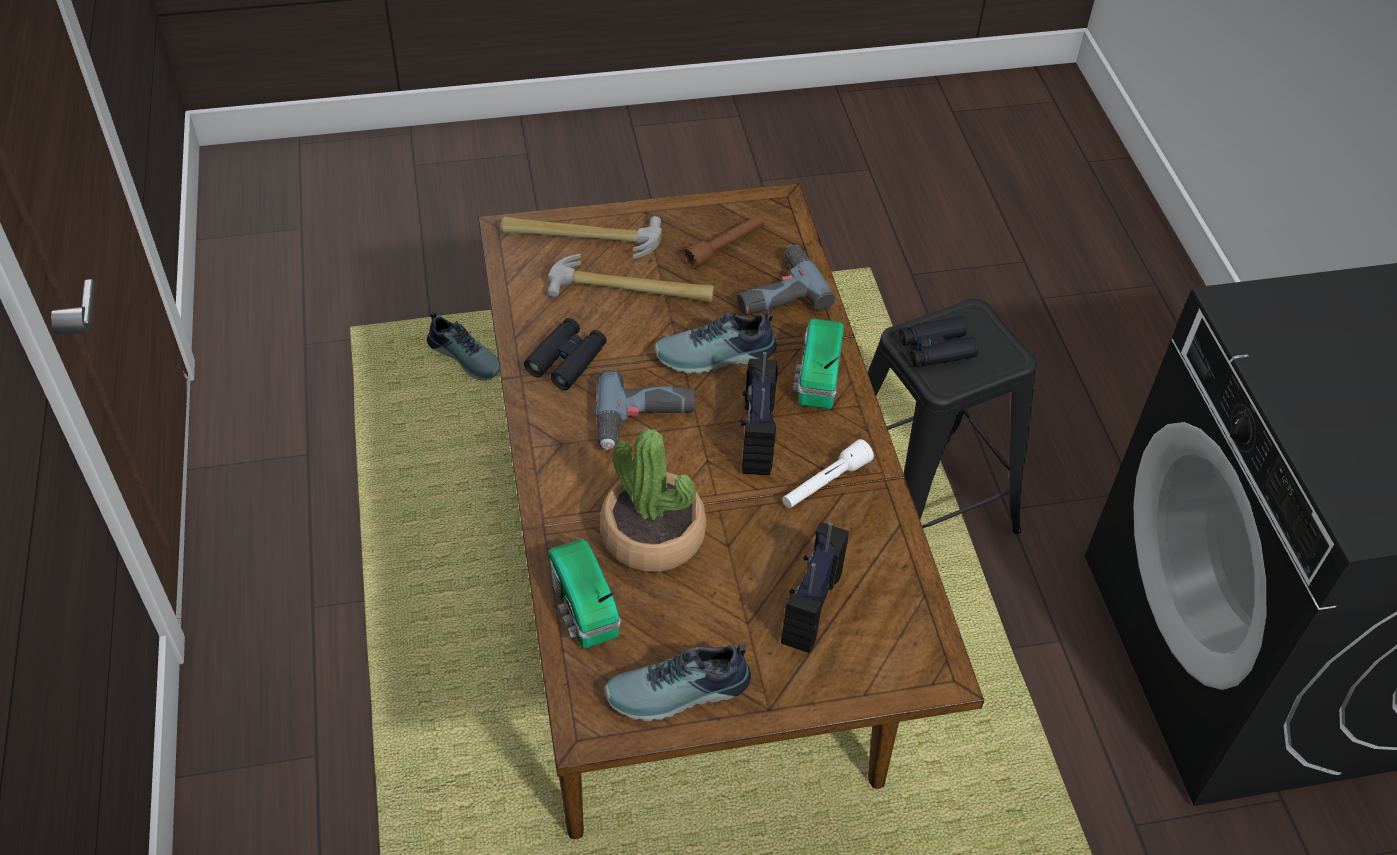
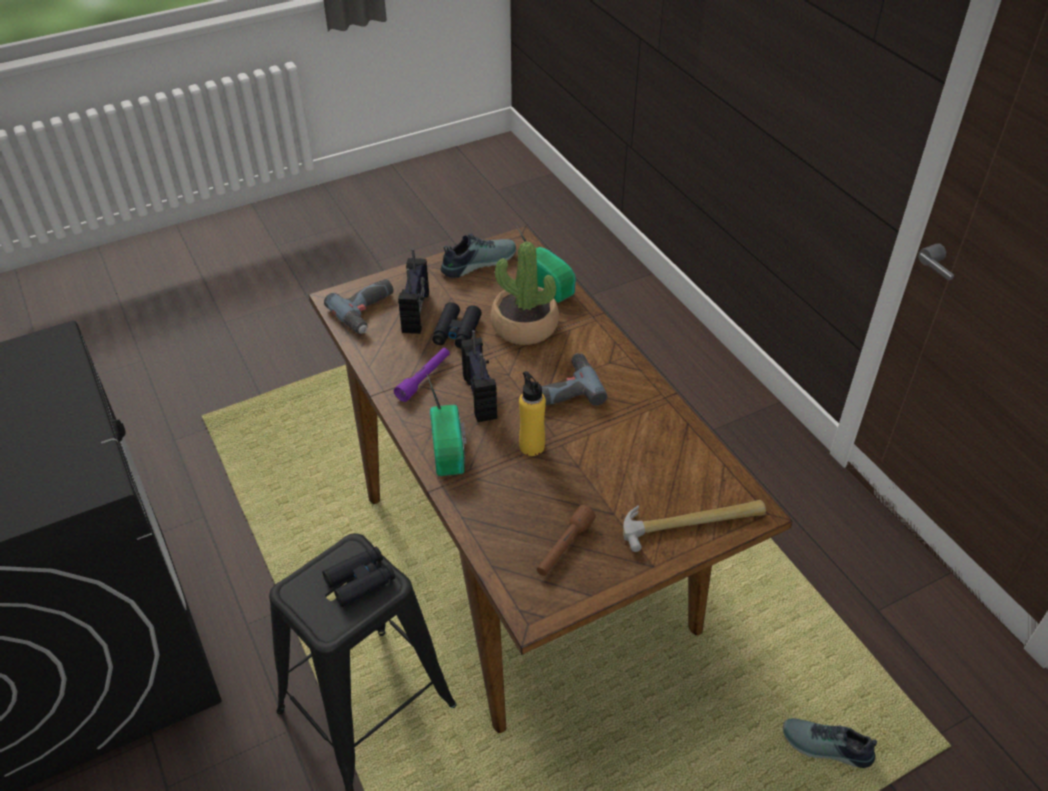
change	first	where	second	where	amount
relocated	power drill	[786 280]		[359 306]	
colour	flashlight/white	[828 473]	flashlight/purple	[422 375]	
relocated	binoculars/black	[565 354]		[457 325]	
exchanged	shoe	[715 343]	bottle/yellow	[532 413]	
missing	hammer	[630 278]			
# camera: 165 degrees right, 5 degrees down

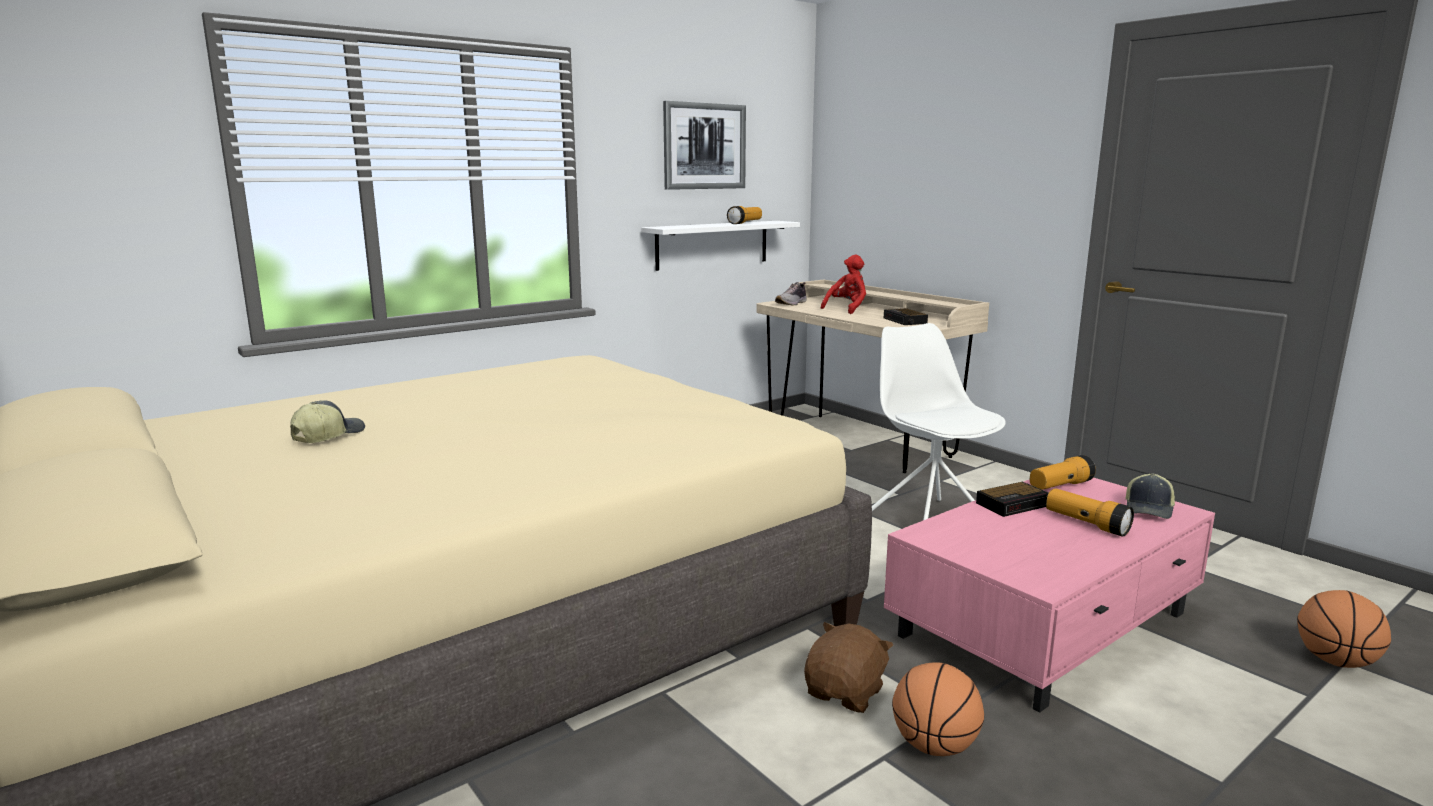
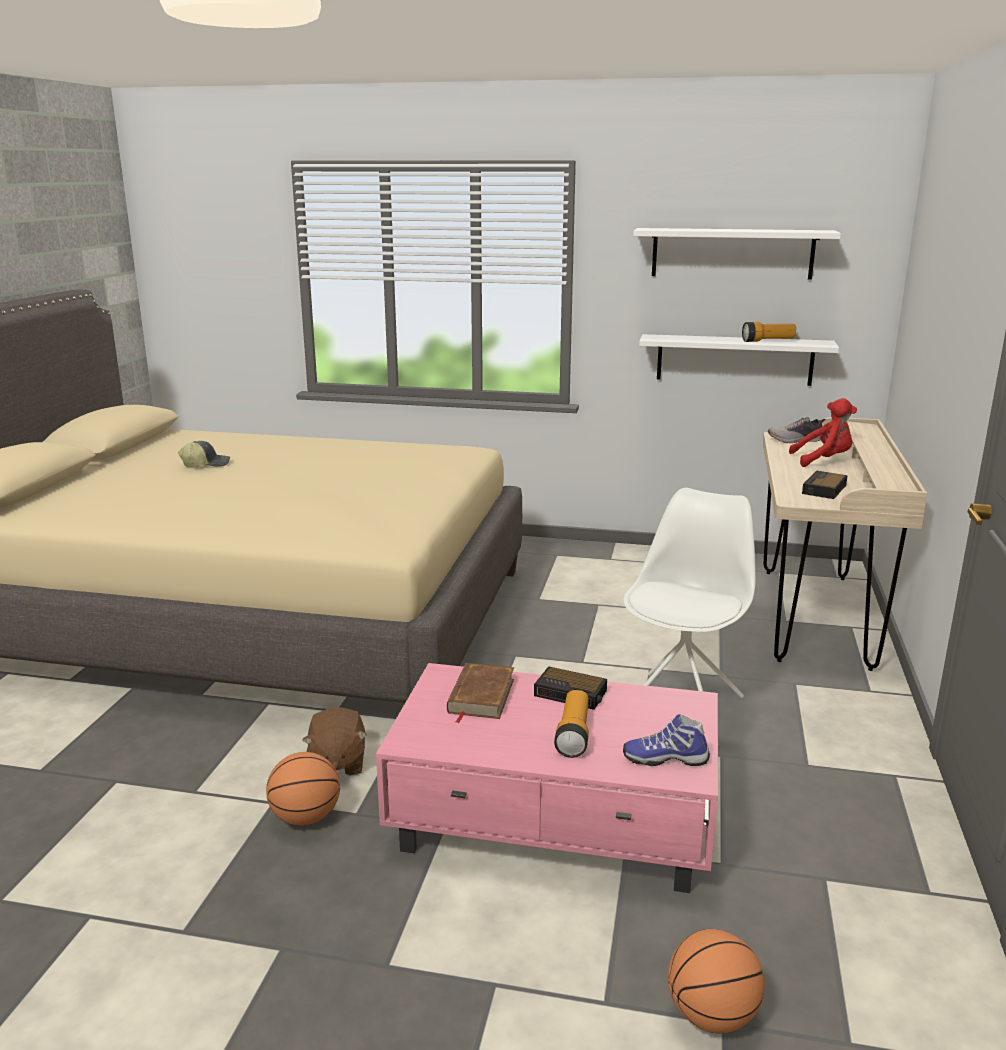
change	first	where	second	where	amount
spun	plush toy/brown	[848 667]		[334 741]	90 degrees clockwise
appeared			book/brown	[480 693]	
exchanged	cap	[1150 496]	shoe	[666 740]	
exchanged	picture	[704 145]	shelf/white	[737 254]	
missing	flashlight	[1063 472]			
# camera: 50 degrees right, 5 degrees up

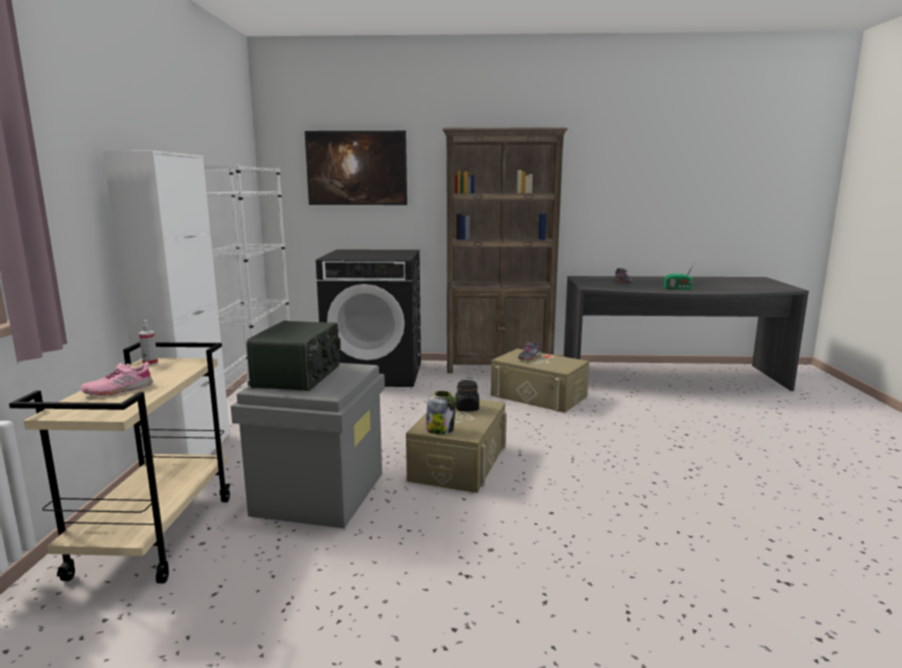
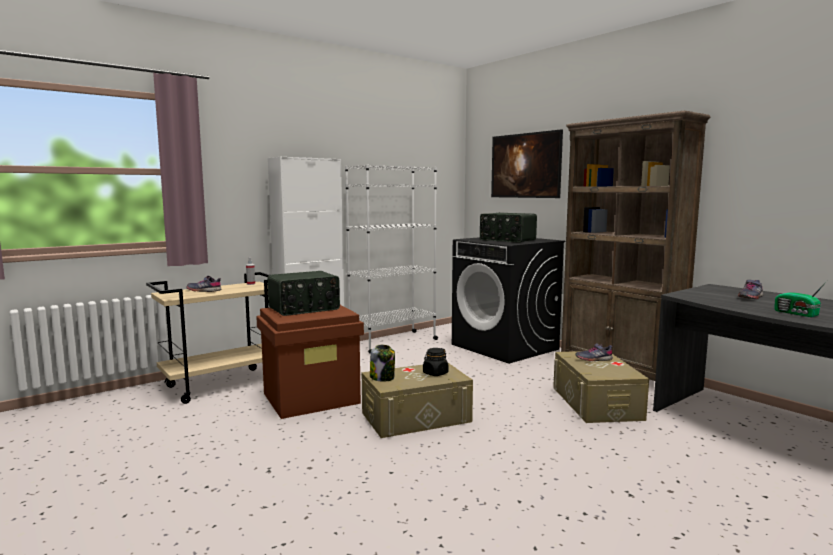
change	first	where	second	where	amount
colour	shoe/pink	[117 379]	shoe/grey	[204 284]	
colour	storage box/grey	[308 446]	storage box/brown	[310 362]	
appeared			radio	[508 228]	
# camera: 50 degrees right, 5 degrees down

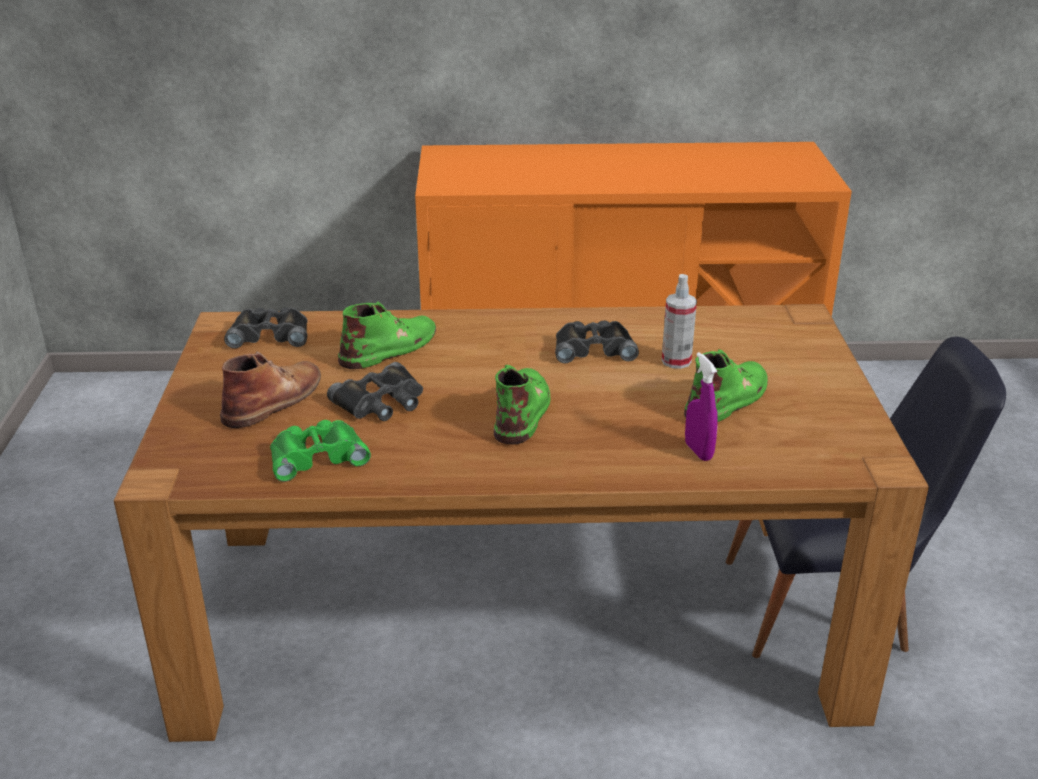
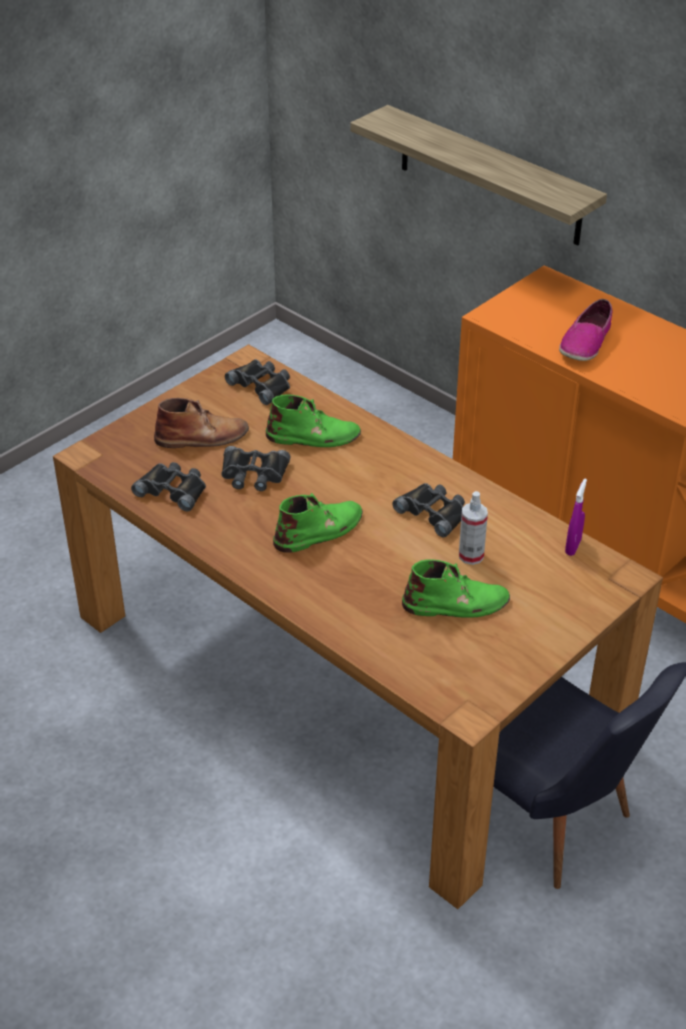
change	first	where	second	where	amount
colour	binoculars/green	[320 451]	binoculars/black	[168 487]	
appeared			shelf	[478 175]	
appeared			shoe	[586 330]	
relocated	spray bottle/purple	[701 406]		[576 517]	
# camera: 45 degrees right, 10 degrees up

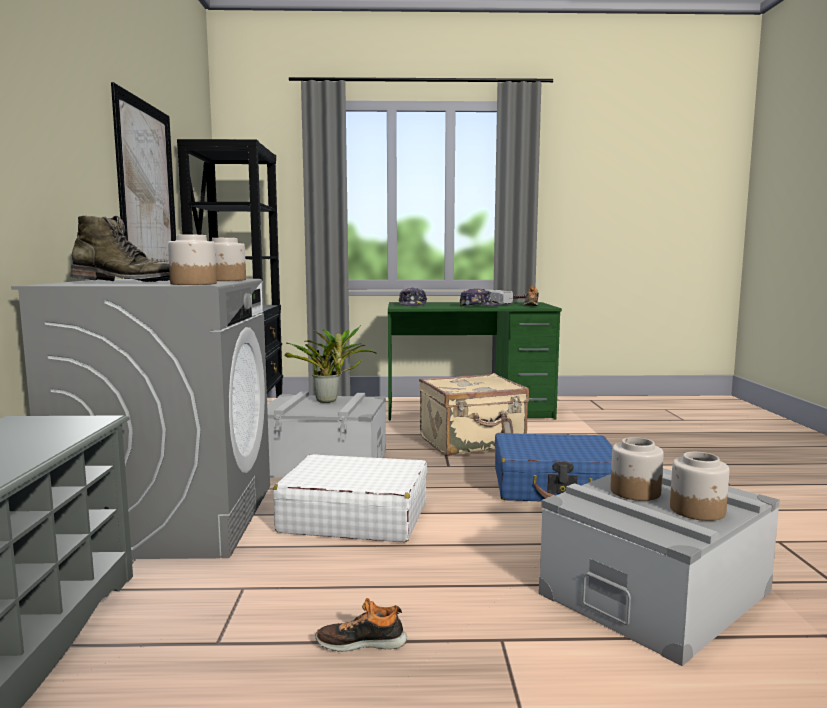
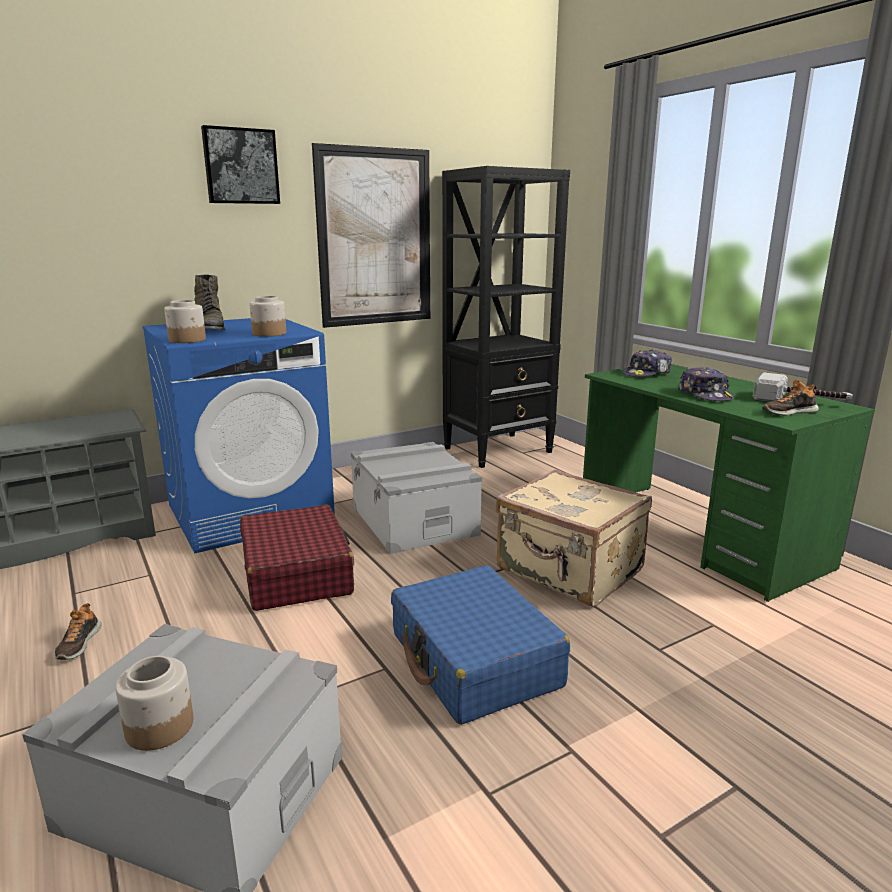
change	first	where	second	where	amount
spun	shoe	[361 625]		[78 631]	150 degrees counterclockwise
colour	washing machine/grey	[140 419]	washing machine/blue	[238 435]	
appeared			picture	[240 164]	
colour	suitcase/white	[350 498]	suitcase/red	[297 558]	
missing	potted plant	[331 364]			
missing	jar	[637 469]			
# camera: 60 degrees right, 10 degrees up

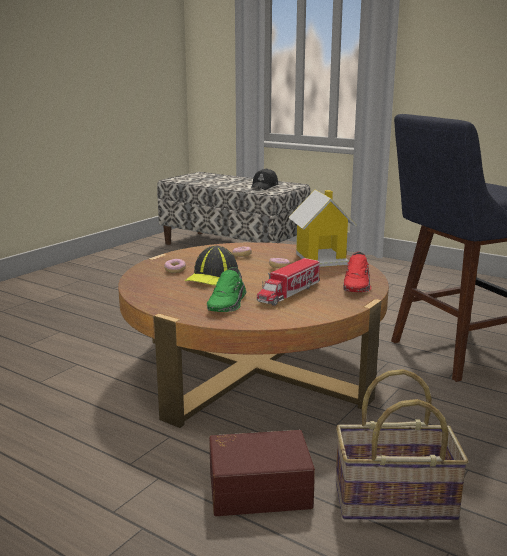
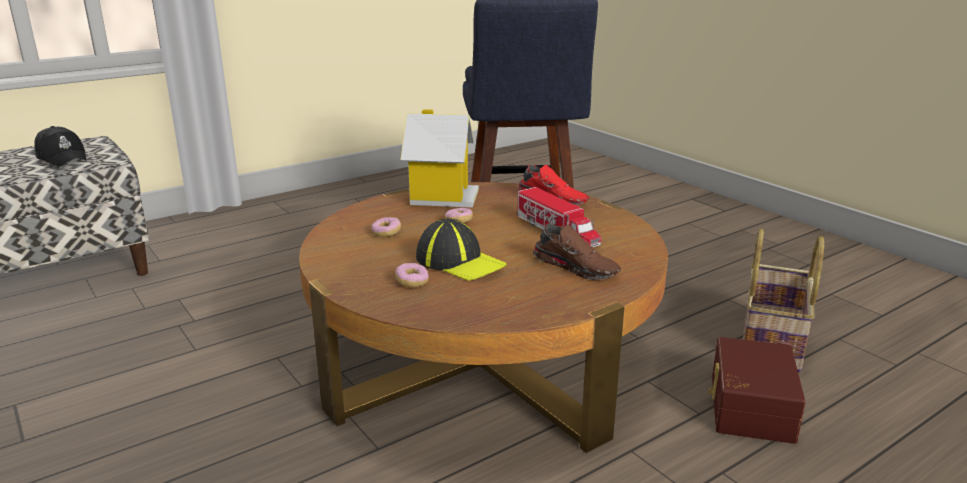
change	first	where	second	where	amount
colour	shoe/green	[226 289]	shoe/brown	[577 251]	
# camera: 70 degrees left, 5 degrees up

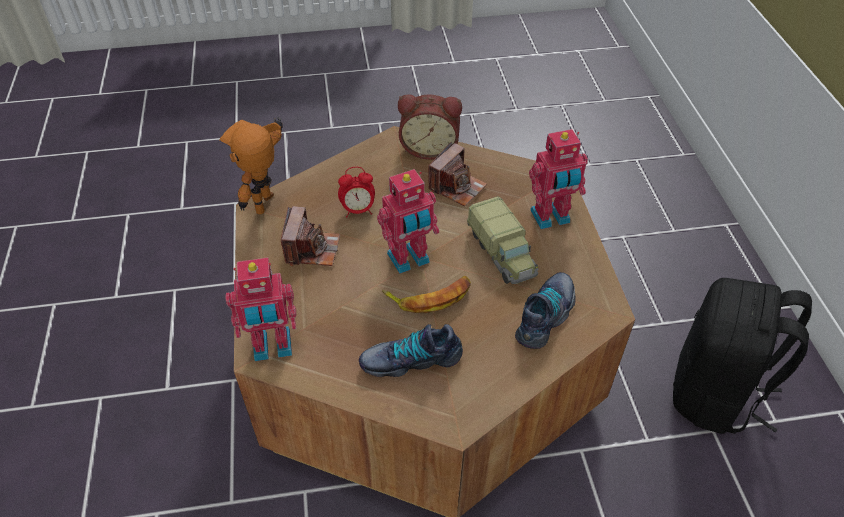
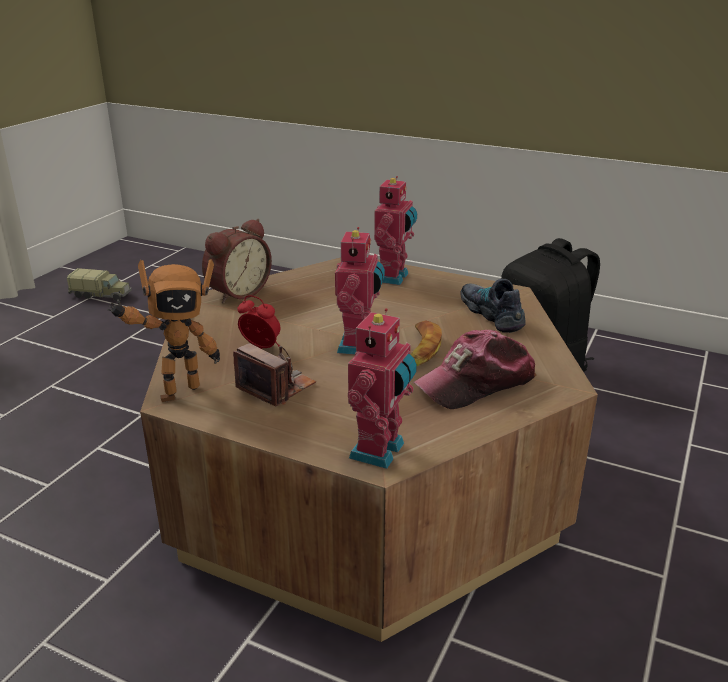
change	first	where	second	where	amount
relocated	toy truck	[503 240]		[99 284]	
spun	toy robot	[251 165]		[163 330]	90 degrees counterclockwise
spun	alarm clock	[356 192]		[259 322]	90 degrees counterclockwise
exchanged	shoe	[411 350]	cap	[474 369]	
missing	photo camera	[457 174]			
# camera: 55 degrees left, 20 degrees down

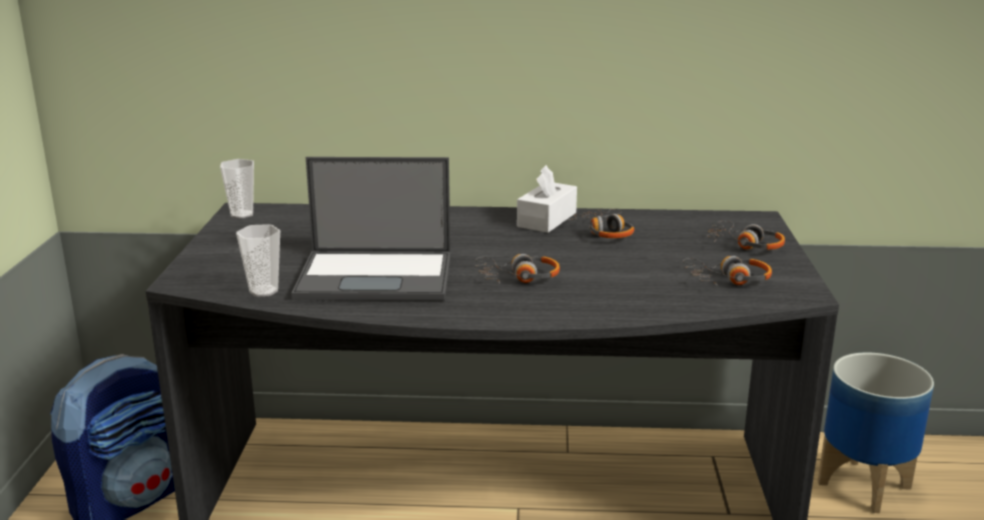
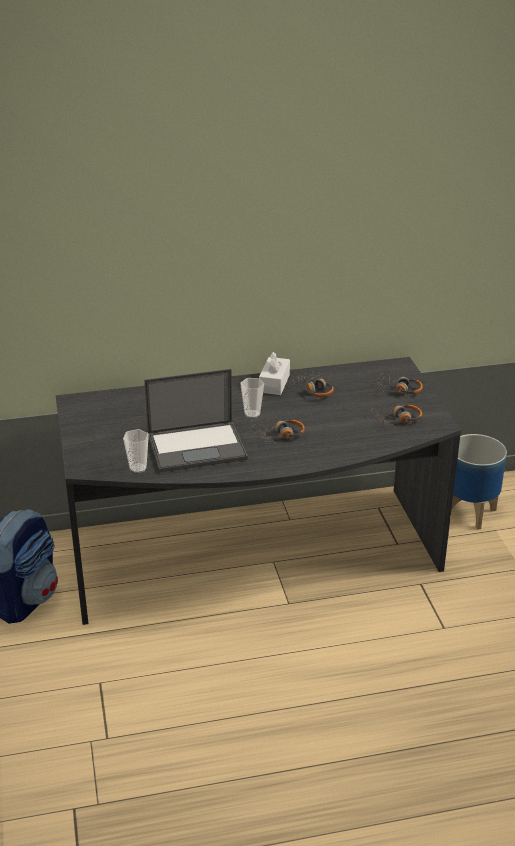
change	first	where	second	where	amount
relocated	cup	[237 189]		[252 398]	
# camera: 15 degrees left, 10 degrees up

